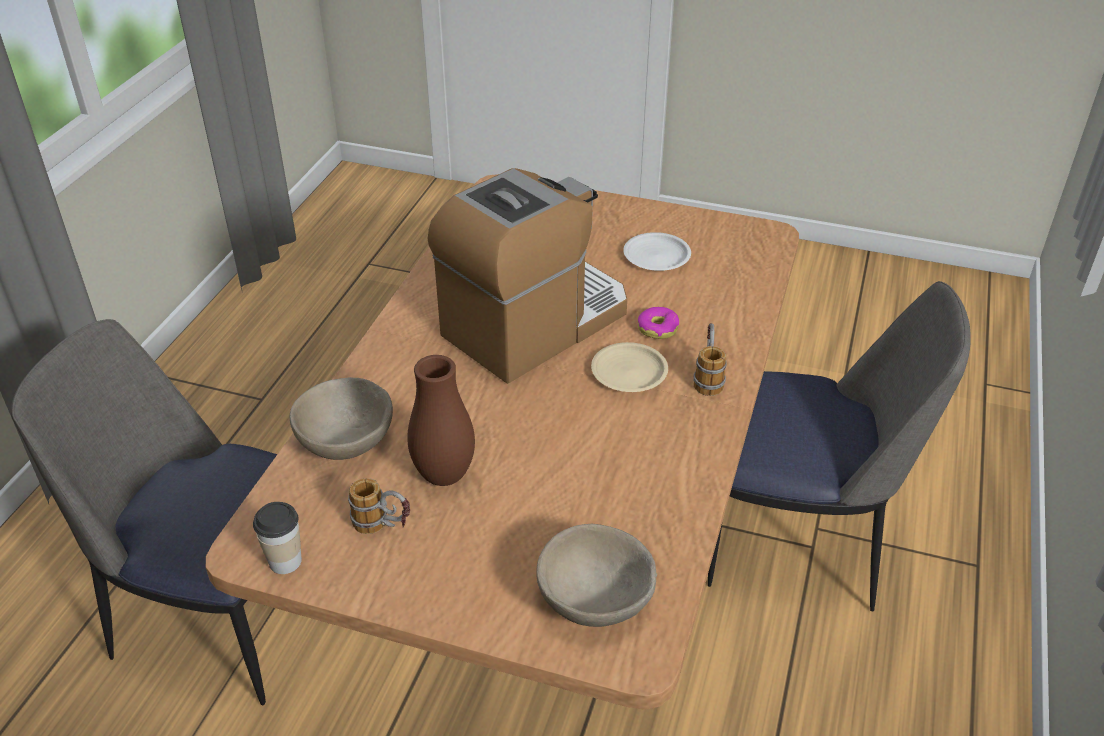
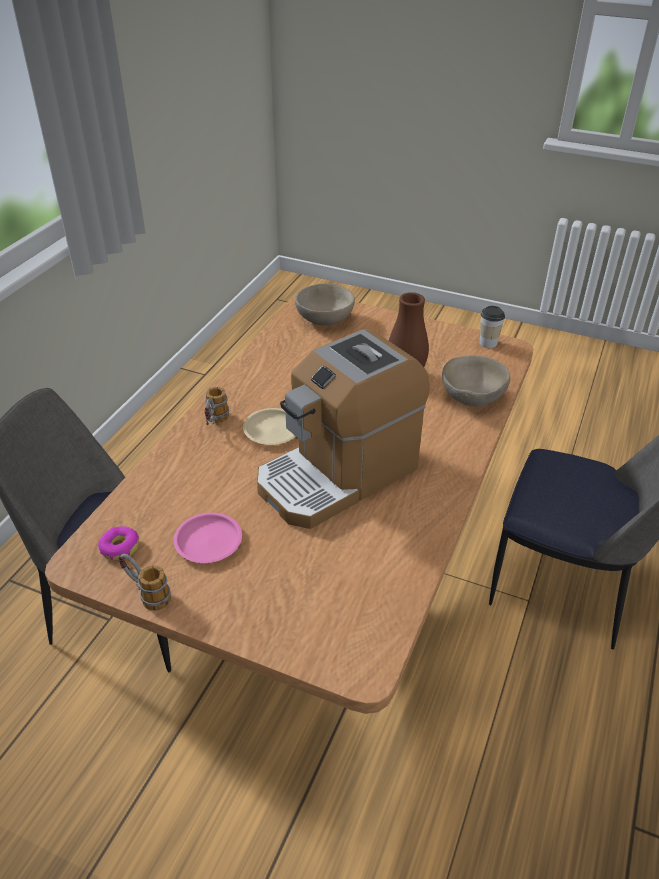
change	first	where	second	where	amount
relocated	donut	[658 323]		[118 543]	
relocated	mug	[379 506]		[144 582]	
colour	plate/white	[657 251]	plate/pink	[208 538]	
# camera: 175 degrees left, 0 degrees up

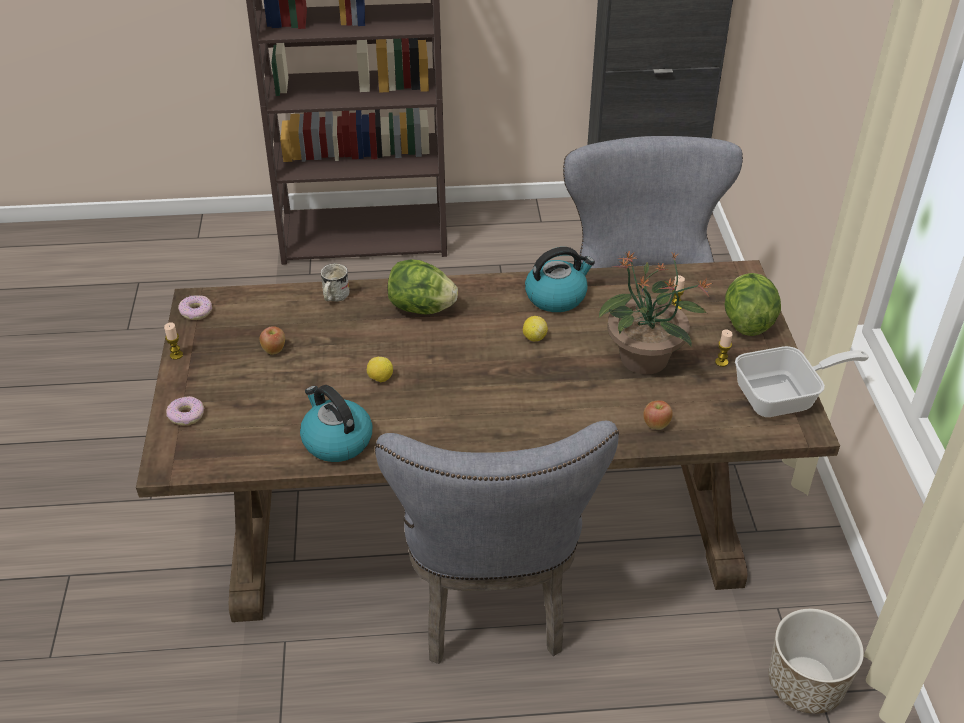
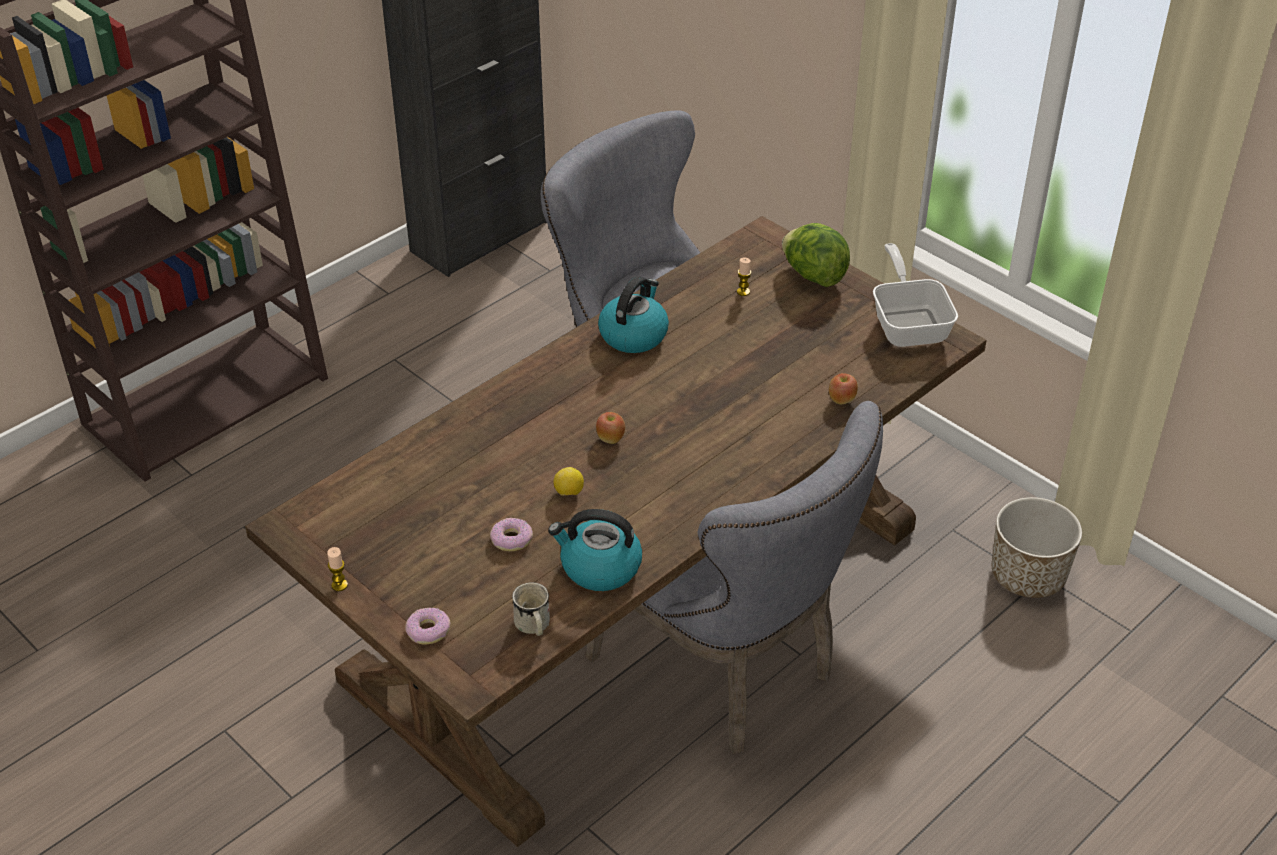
change	first	where	second	where	amount
relocated	donut	[195 307]		[511 534]	
relocated	mug/white	[335 283]		[531 609]	
relocated	apple	[272 340]		[610 428]	
spun	frying pan	[802 381]		[915 295]	45 degrees counterclockwise
missing	lettuce	[422 287]			
missing	lemon	[535 328]			
missing	potted plant	[656 312]			
missing	candle	[724 348]			
# camera: 40 degrees left, 0 degrees up

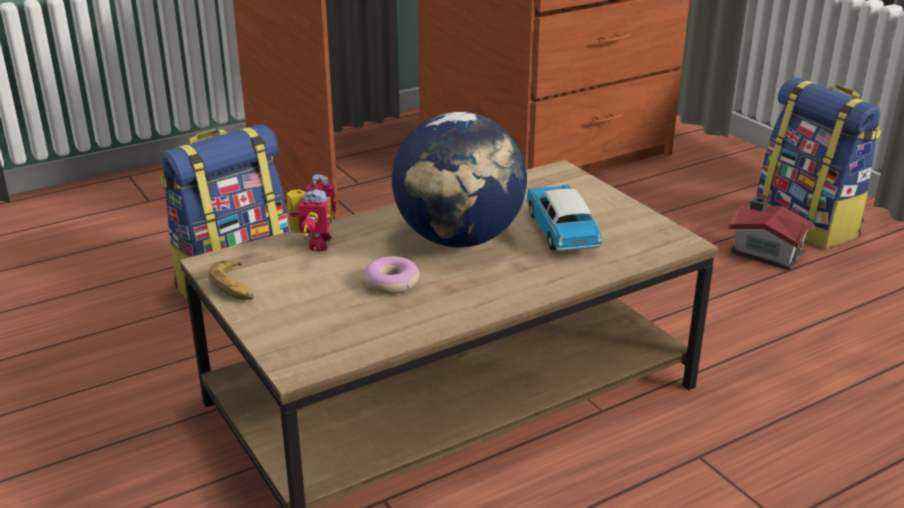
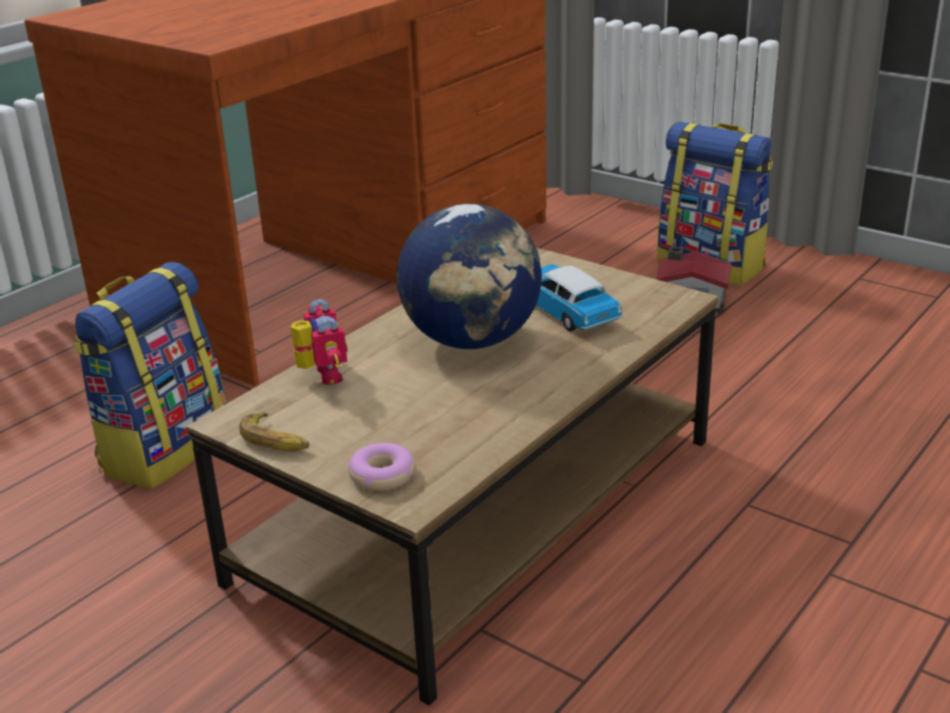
change	first	where	second	where	amount
relocated	donut	[391 275]		[381 467]	
# camera: 20 degrees left, 0 degrees up

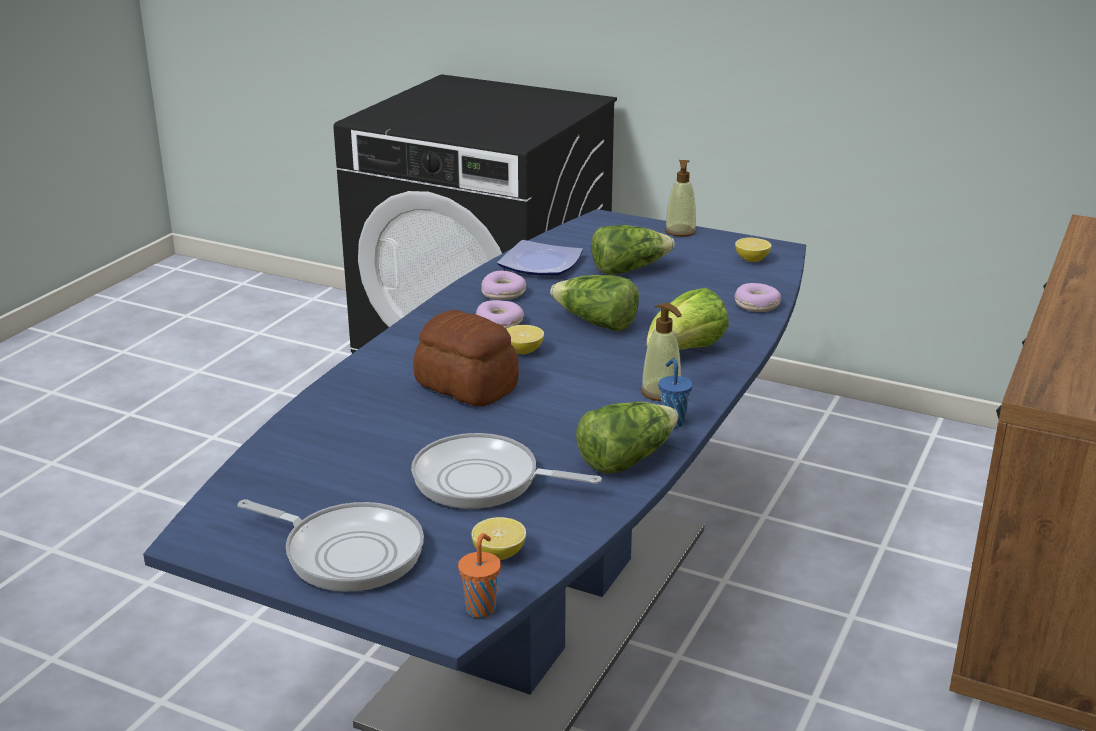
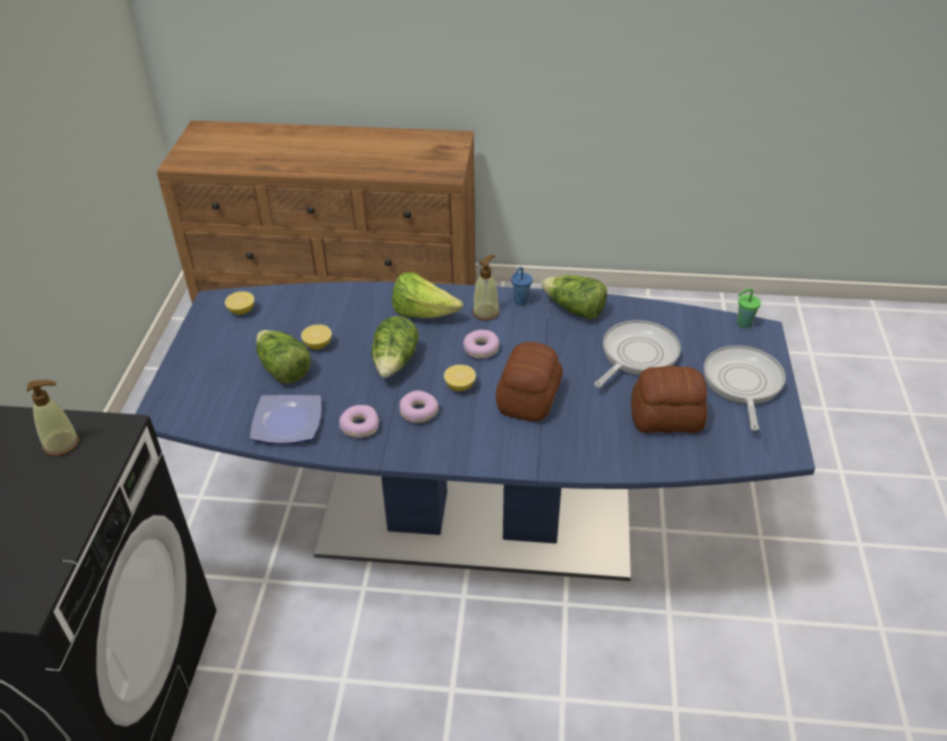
change	first	where	second	where	amount
relocated	soap dispenser	[681 198]		[53 418]	
relocated	lemon	[499 538]		[316 337]	
relocated	donut	[757 297]		[481 344]	
spun	frying pan	[506 471]		[637 353]	135 degrees counterclockwise
appeared			bread	[669 399]	
colour	cup/orange	[479 575]	cup/green	[749 308]	
# camera: 110 degrees left, 15 degrees up

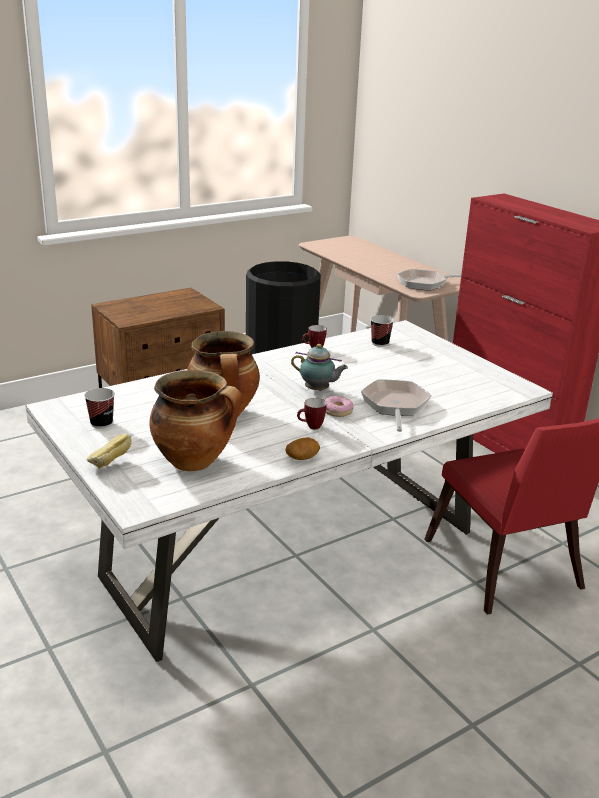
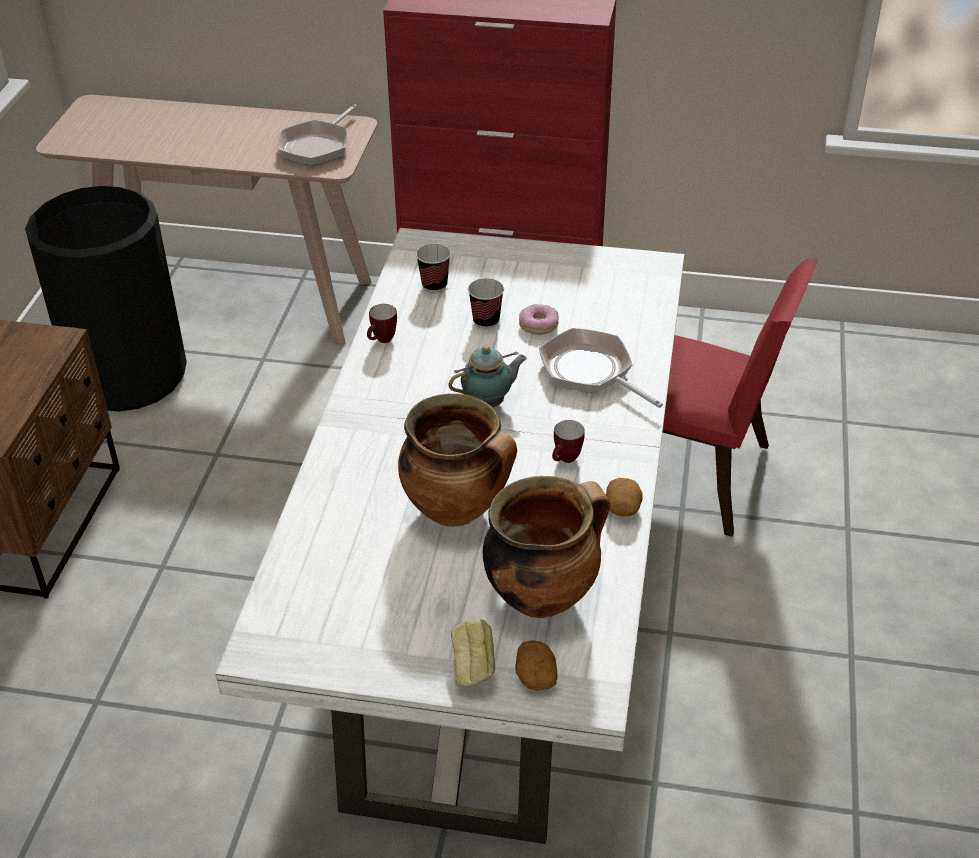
change	first	where	second	where	amount
relocated	cup	[99 408]		[486 303]	
appeared			potato	[536 665]	
relocated	donut	[339 406]		[539 319]	
# camera: 45 degrees left, 15 degrees up

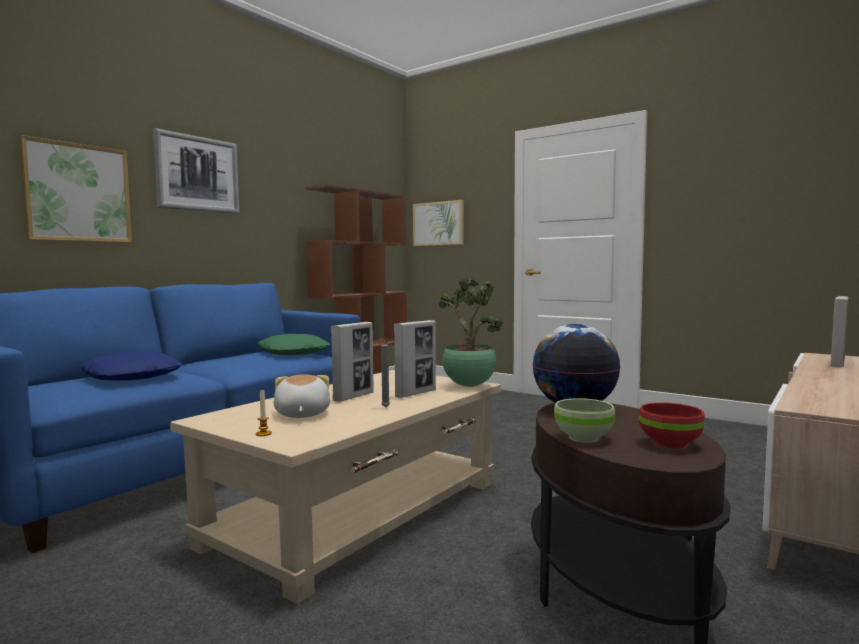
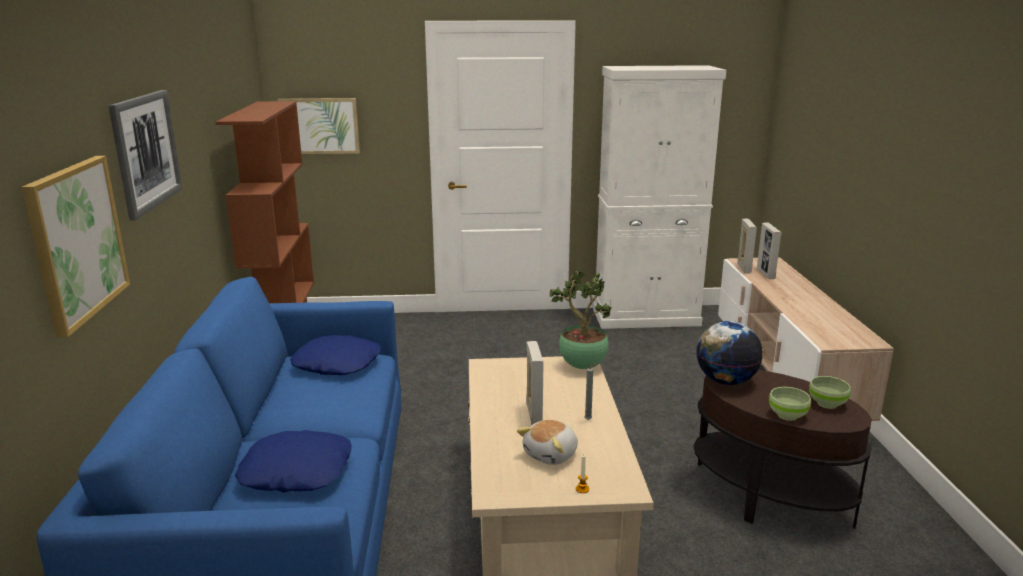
change	first	where	second	where	amount
colour	pillow/green	[293 344]	pillow/blue	[335 355]	
spun	plush toy	[302 396]		[547 442]	90 degrees counterclockwise
appeared			cabinet/white	[659 197]	
relocated	picture frame	[415 359]		[747 246]	
colour	bowl/red	[672 425]	bowl/green	[830 392]	
# camera: 40 degrees left, 15 degrees up

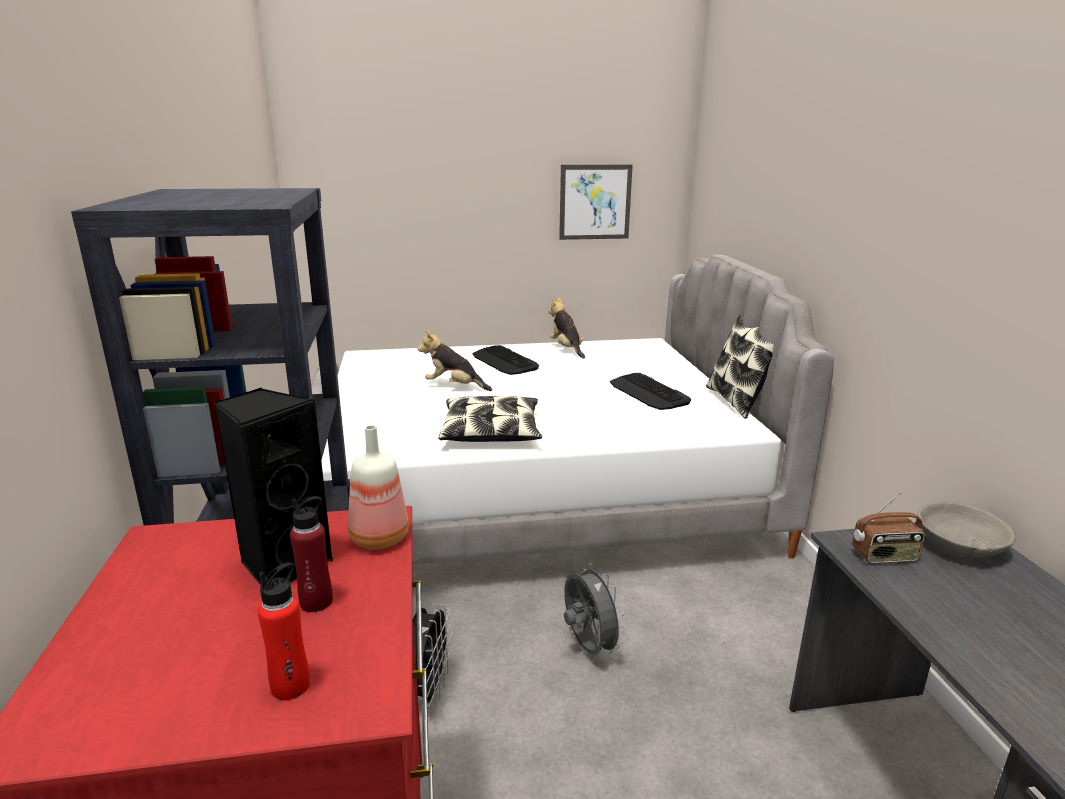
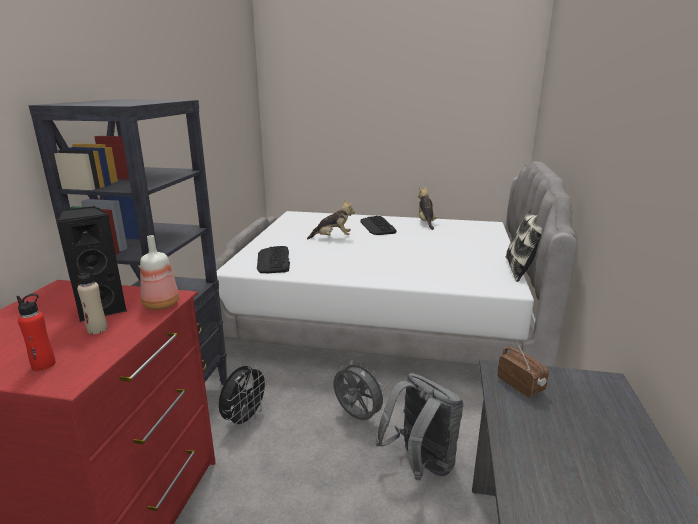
change	first	where	second	where	amount
colour	bottle/red	[311 554]	bottle/beige	[92 300]	
relocated	keyboard	[650 391]		[273 259]	
spun	plush toy	[455 360]		[331 220]	135 degrees clockwise
spun	fan/grey	[595 609]		[361 390]	45 degrees counterclockwise
appeared			backpack/grey	[420 426]	
spun	radio	[888 527]		[523 368]	135 degrees counterclockwise
missing	pillow	[490 419]			
missing	picture	[596 202]			
missing	bowl/grey	[966 529]			
# camera: 20 degrees right, 0 degrees up

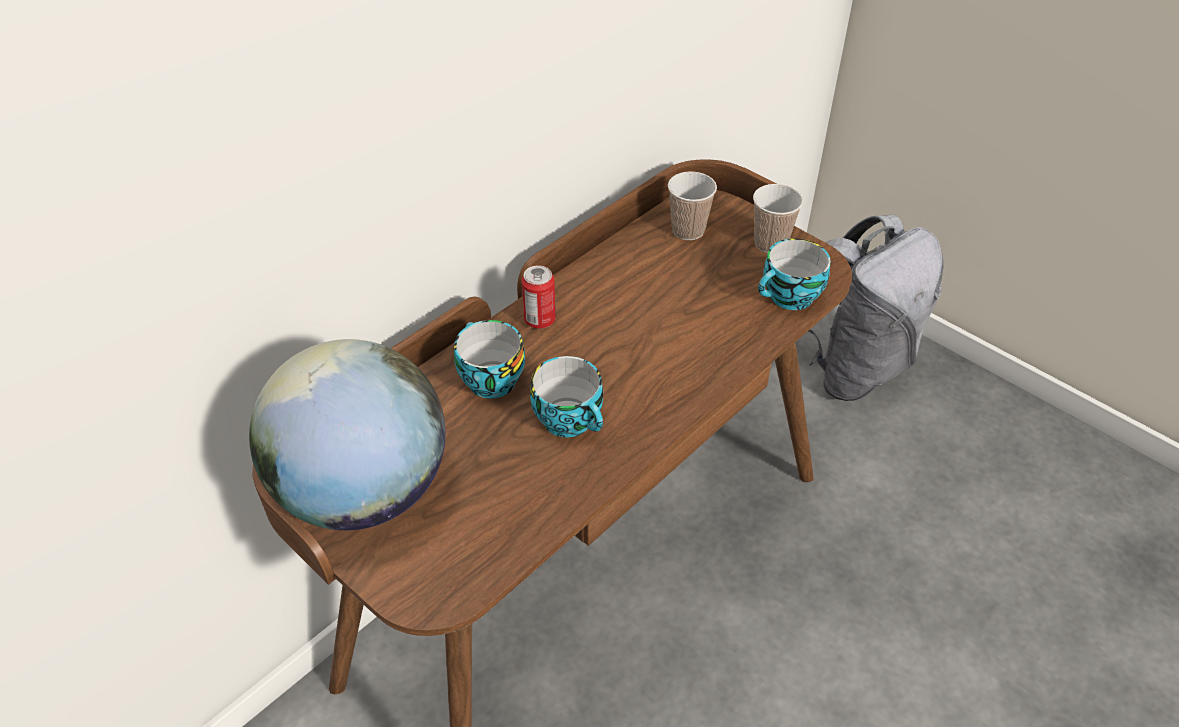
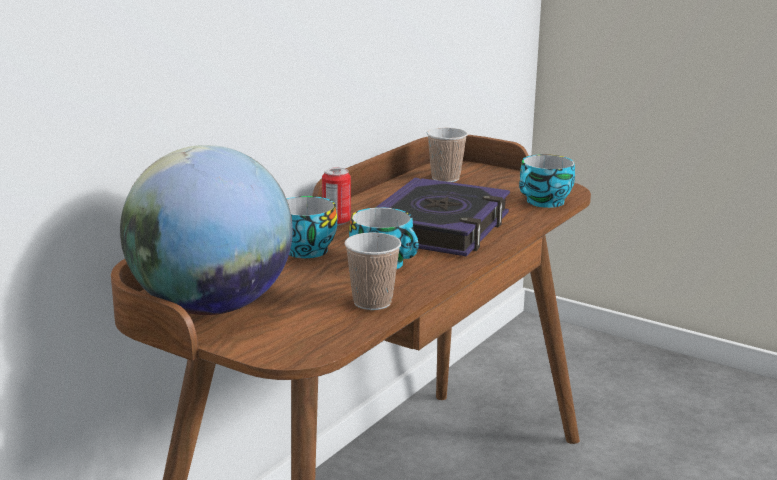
change	first	where	second	where	amount
relocated	cup	[778 218]		[372 271]	
appeared			book	[442 216]	
missing	backpack/grey	[876 308]			
# camera: 10 degrees left, 25 degrees down

